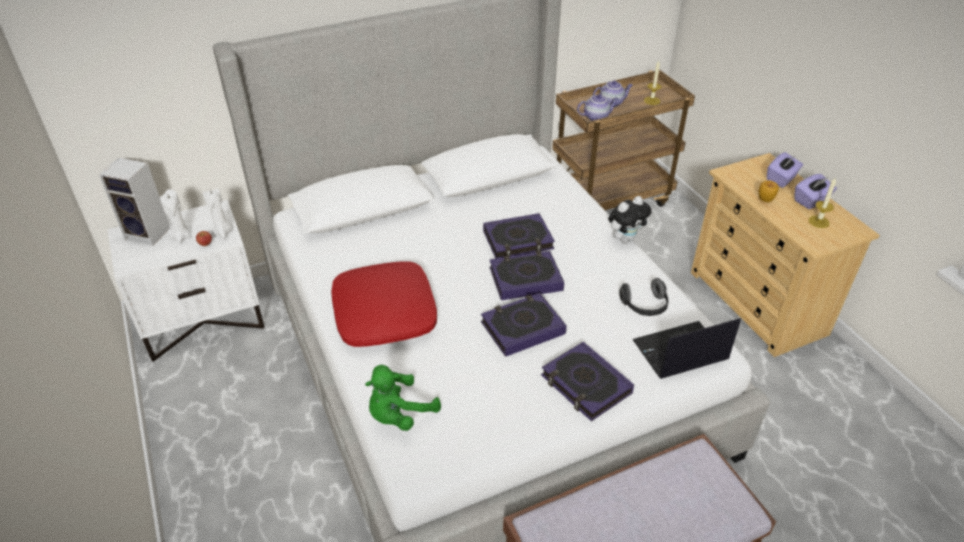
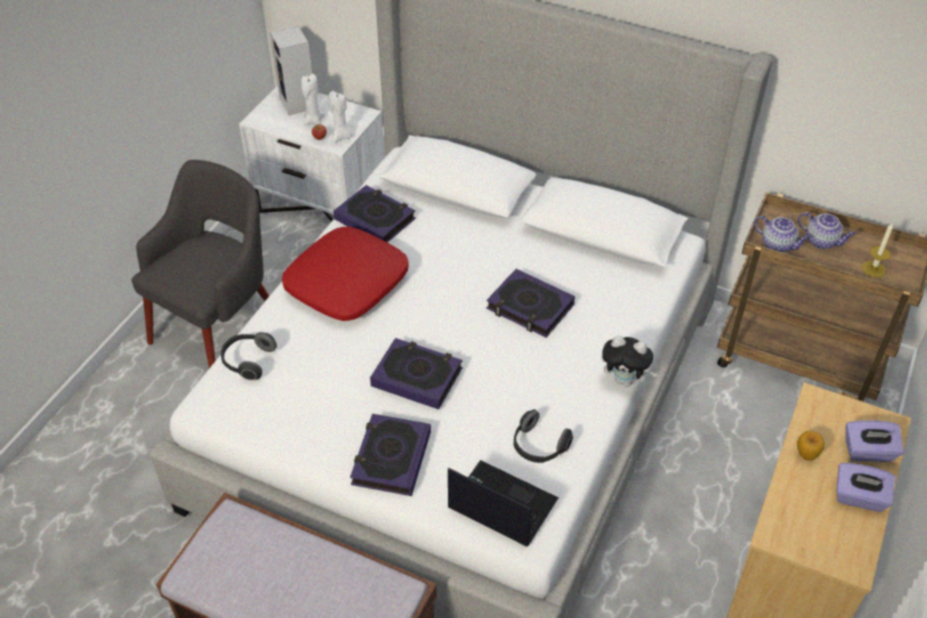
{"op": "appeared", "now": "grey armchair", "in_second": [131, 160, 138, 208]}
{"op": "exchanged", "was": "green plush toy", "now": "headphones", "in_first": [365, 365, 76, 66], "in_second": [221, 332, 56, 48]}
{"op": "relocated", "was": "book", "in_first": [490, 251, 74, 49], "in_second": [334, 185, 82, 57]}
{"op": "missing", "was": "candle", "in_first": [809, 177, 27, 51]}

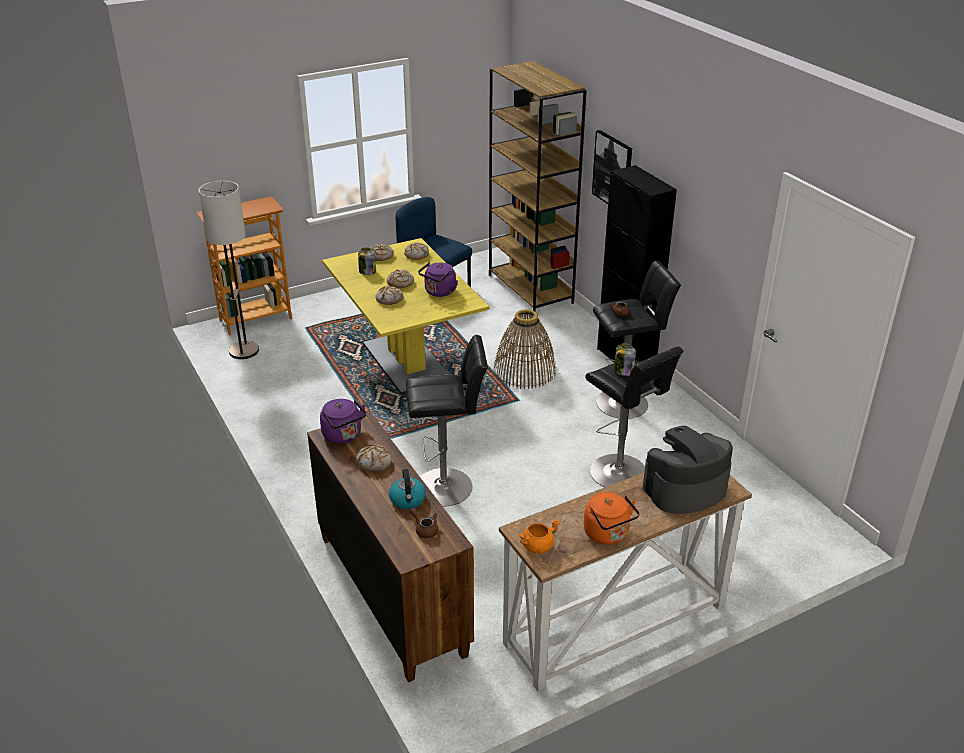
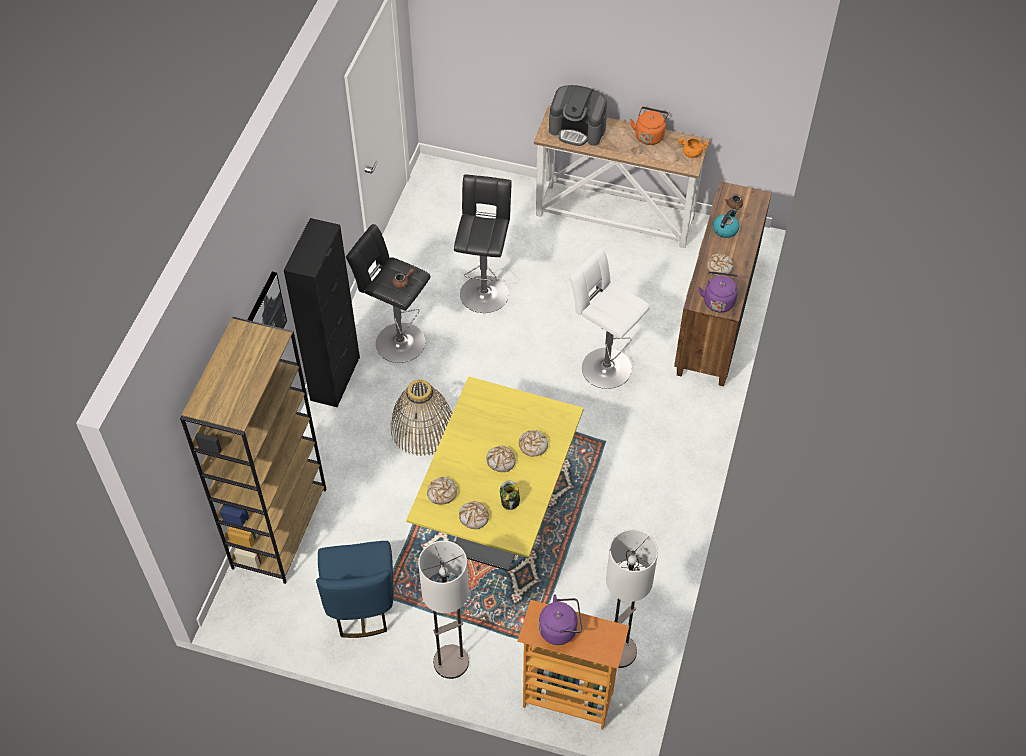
{"op": "appeared", "now": "floor lamp", "in_second": [418, 540, 51, 139]}
{"op": "relocated", "was": "purple kettle", "in_first": [418, 262, 40, 35], "in_second": [539, 594, 43, 51]}
{"op": "colour", "was": "black stool", "now": "white stool", "in_first": [406, 335, 82, 172], "in_second": [569, 248, 81, 141]}
{"op": "missing", "was": "jar", "in_first": [614, 343, 22, 33]}

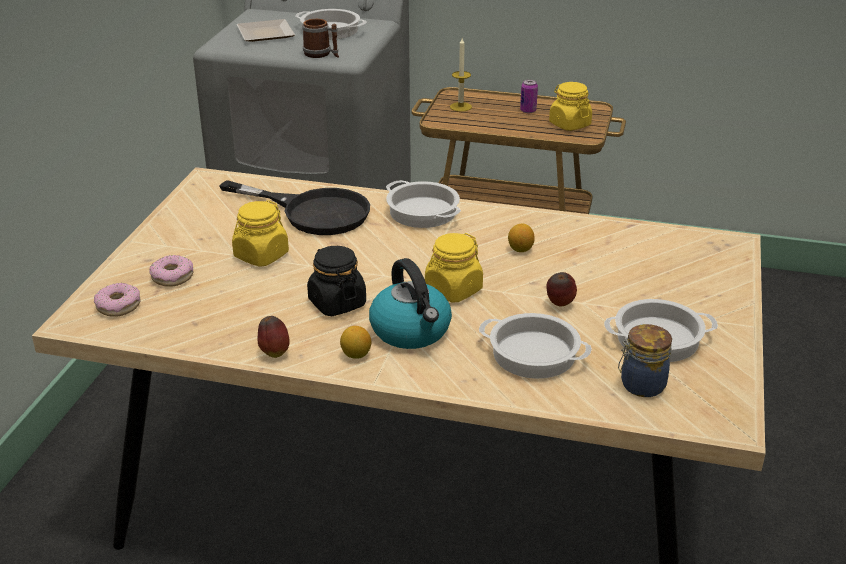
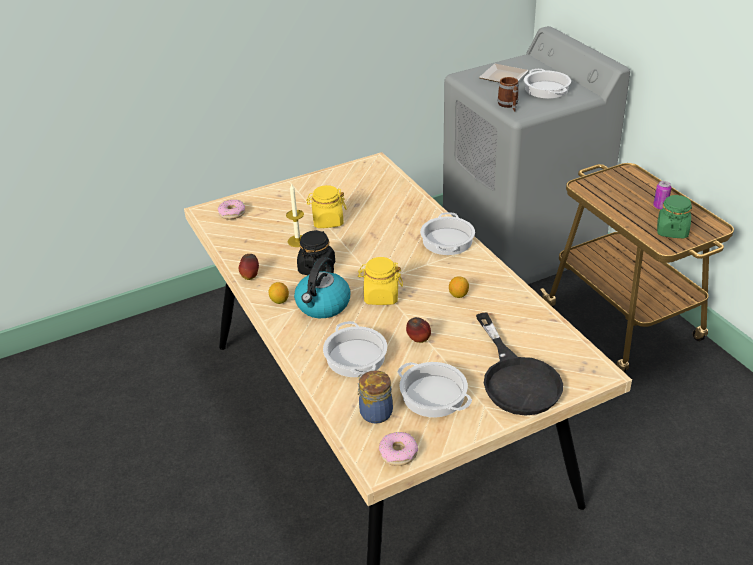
{"op": "relocated", "was": "candle", "in_first": [450, 38, 22, 74], "in_second": [286, 183, 18, 64]}
{"op": "relocated", "was": "donut", "in_first": [149, 255, 44, 32], "in_second": [379, 432, 39, 34]}
{"op": "relocated", "was": "black frying pan", "in_first": [219, 180, 151, 55], "in_second": [476, 312, 87, 104]}
{"op": "colour", "was": "yellow jar", "now": "green jar", "in_first": [549, 82, 43, 49], "in_second": [657, 195, 35, 43]}

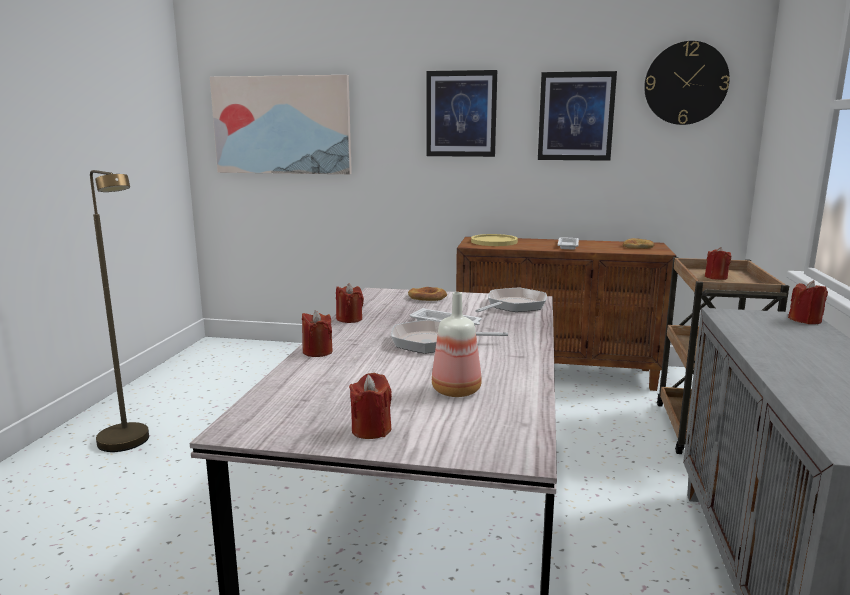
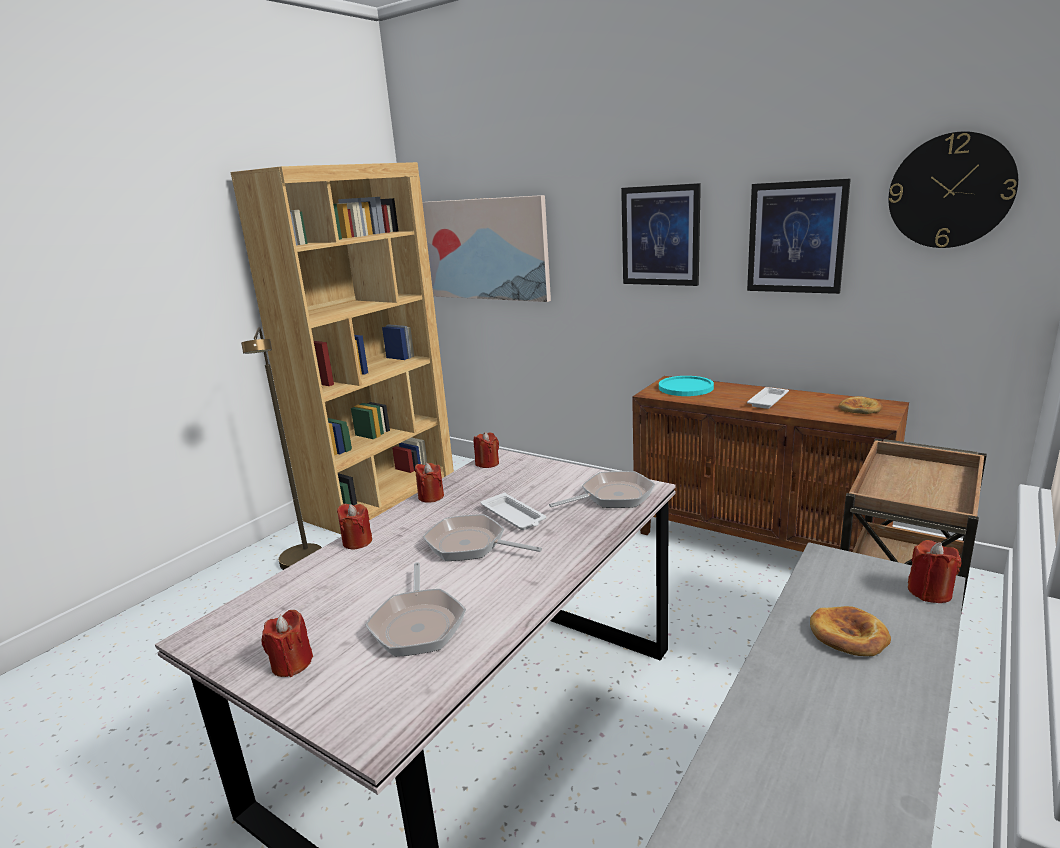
{"op": "appeared", "now": "brown bookcase", "in_second": [230, 162, 224, 372]}
{"op": "exchanged", "was": "bottle", "now": "frying pan", "in_first": [432, 292, 50, 105], "in_second": [365, 562, 101, 95]}
{"op": "relocated", "was": "red candle", "in_first": [705, 247, 26, 33], "in_second": [474, 432, 25, 36]}
{"op": "colour", "was": "yellow plate", "now": "turquoise plate", "in_first": [471, 234, 47, 12], "in_second": [659, 376, 55, 20]}
{"op": "relocated", "was": "bread", "in_first": [408, 287, 39, 14], "in_second": [810, 606, 81, 50]}

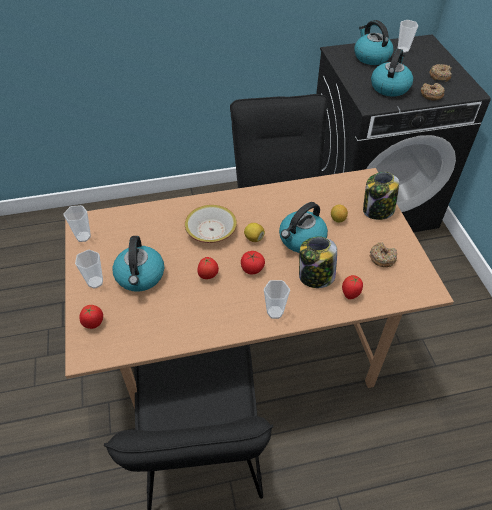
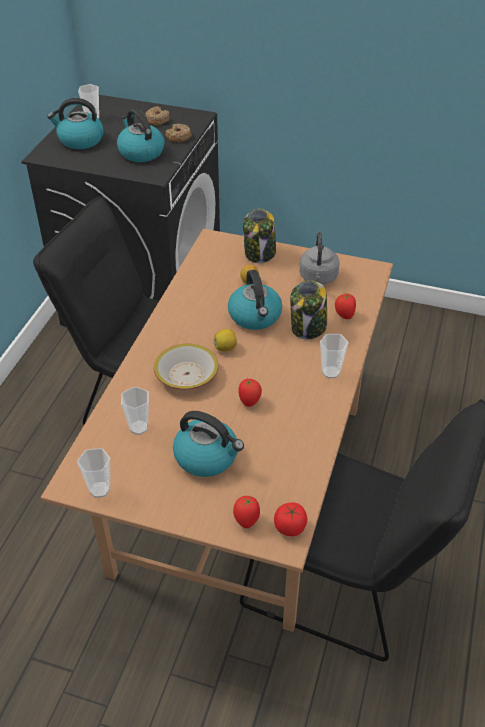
{"op": "relocated", "was": "cup", "in_first": [75, 250, 28, 39], "in_second": [121, 387, 28, 48]}
{"op": "relocated", "was": "tomato", "in_first": [241, 251, 24, 24], "in_second": [274, 502, 33, 34]}
{"op": "exchanged", "was": "donut", "now": "grey kettle", "in_first": [369, 242, 28, 25], "in_second": [299, 232, 41, 52]}

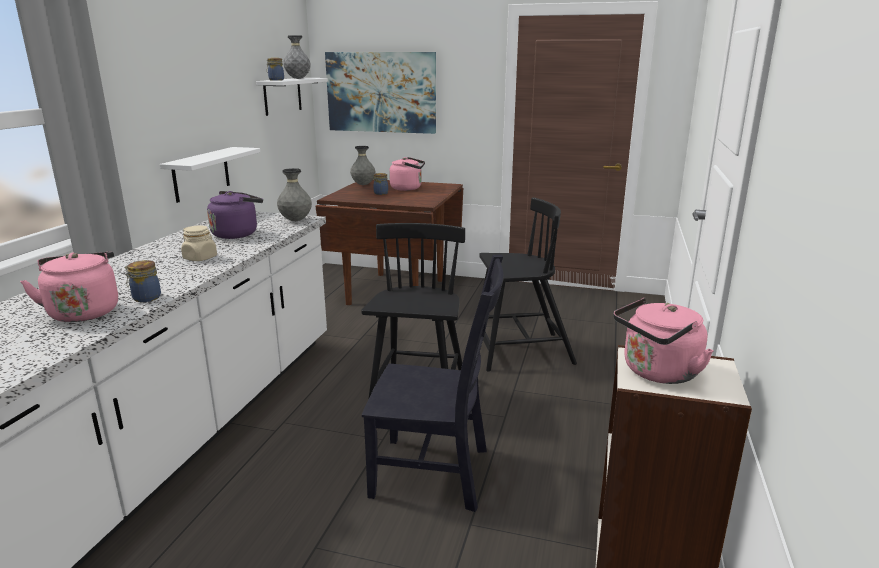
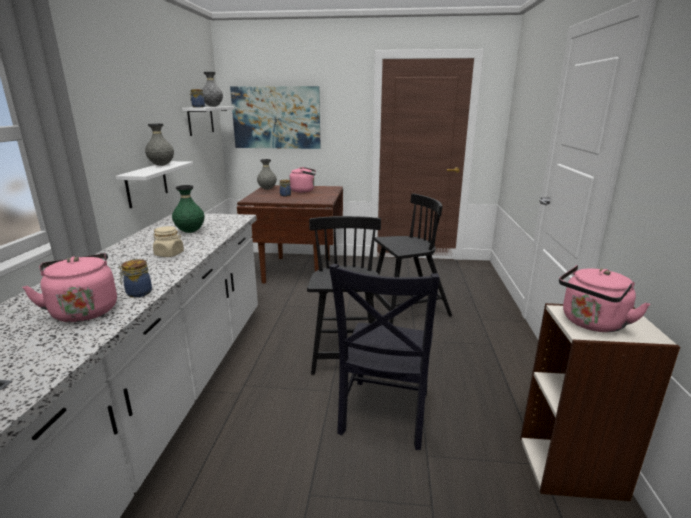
{"op": "relocated", "was": "grey vase", "in_first": [277, 168, 35, 53], "in_second": [145, 123, 29, 43]}
{"op": "exchanged", "was": "purple kettle", "now": "green vase", "in_first": [207, 191, 56, 48], "in_second": [172, 185, 33, 48]}
{"op": "spun", "was": "black chair", "in_first": [362, 255, 142, 257], "in_second": [329, 264, 110, 186], "clockwise": 105}

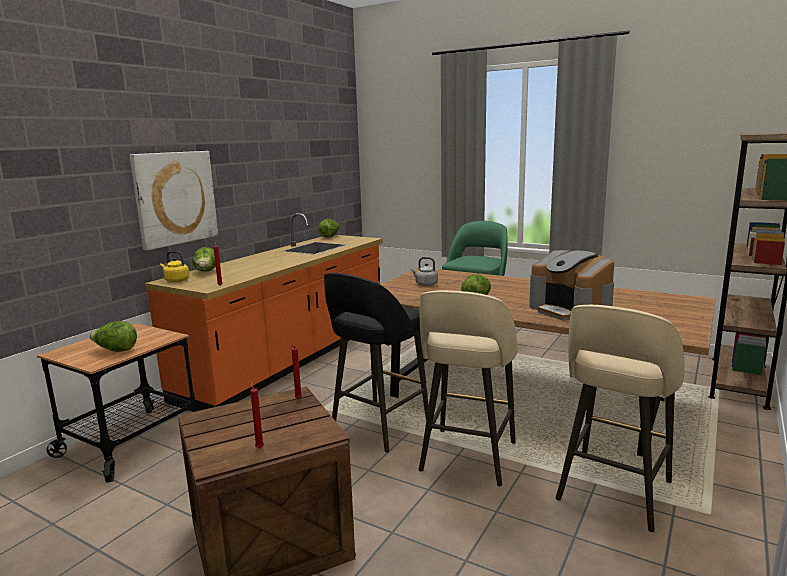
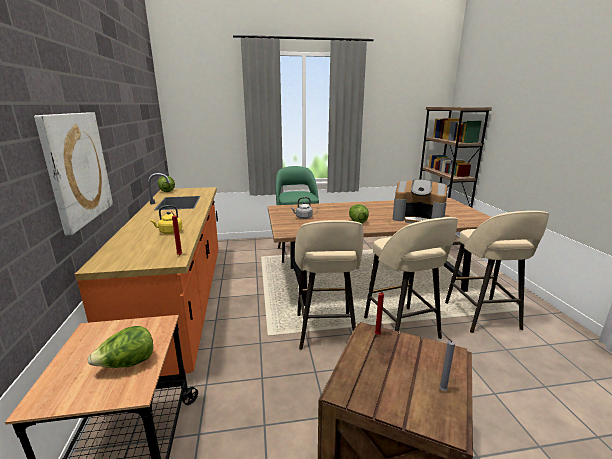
{"op": "relocated", "was": "yellow kettle", "in_first": [160, 251, 29, 31], "in_second": [150, 205, 33, 29]}
{"op": "colour", "was": "black stool", "now": "beige stool", "in_first": [324, 273, 105, 179], "in_second": [295, 220, 69, 130]}
{"op": "colour", "was": "red candle", "now": "grey candle", "in_first": [250, 381, 14, 67], "in_second": [439, 336, 16, 55]}
{"op": "missing", "was": "lettuce", "in_first": [192, 247, 24, 25]}

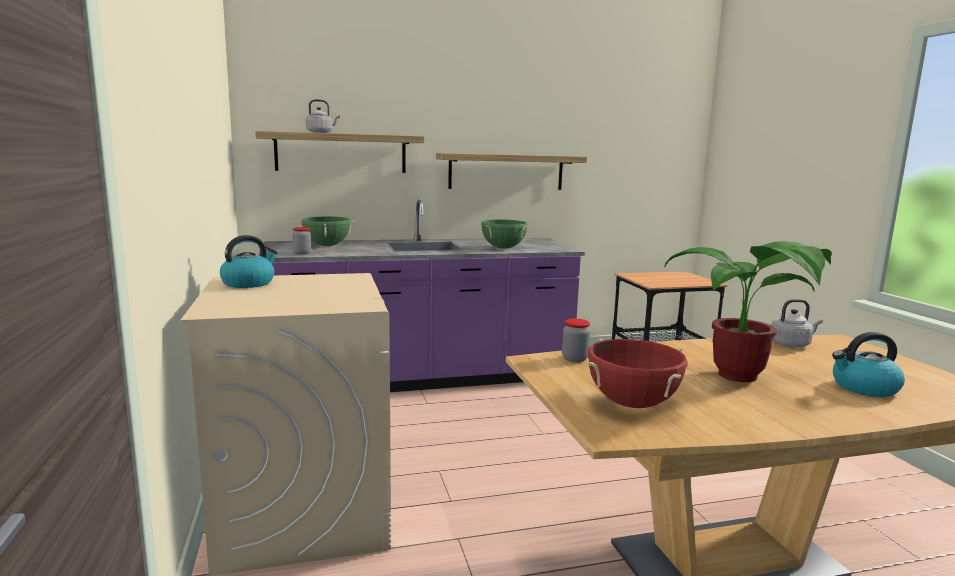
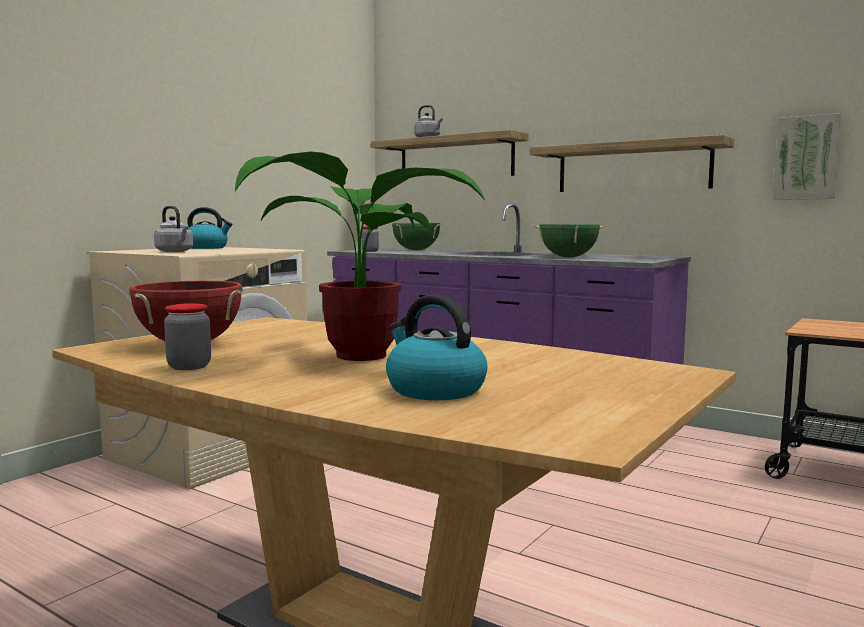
{"op": "relocated", "was": "grey kettle", "in_first": [771, 299, 52, 48], "in_second": [154, 206, 39, 46]}
{"op": "relocated", "was": "jar", "in_first": [562, 318, 29, 44], "in_second": [164, 303, 47, 67]}
{"op": "appeared", "now": "picture", "in_second": [773, 113, 69, 87]}

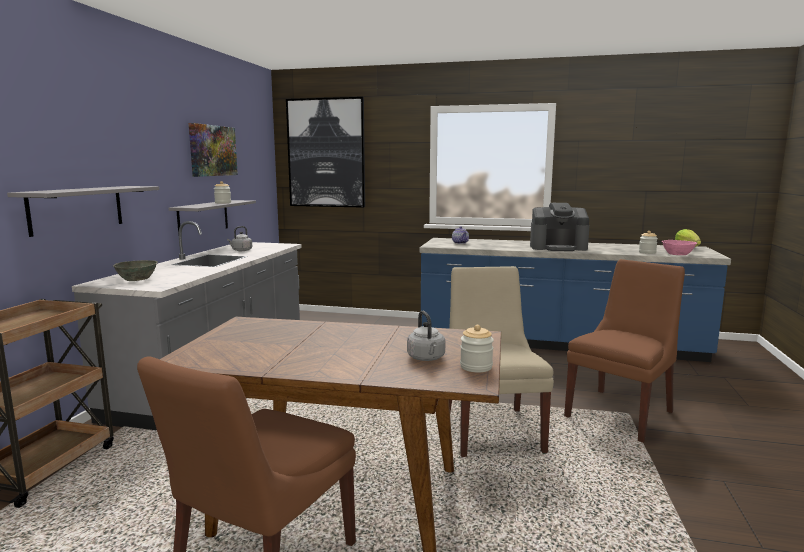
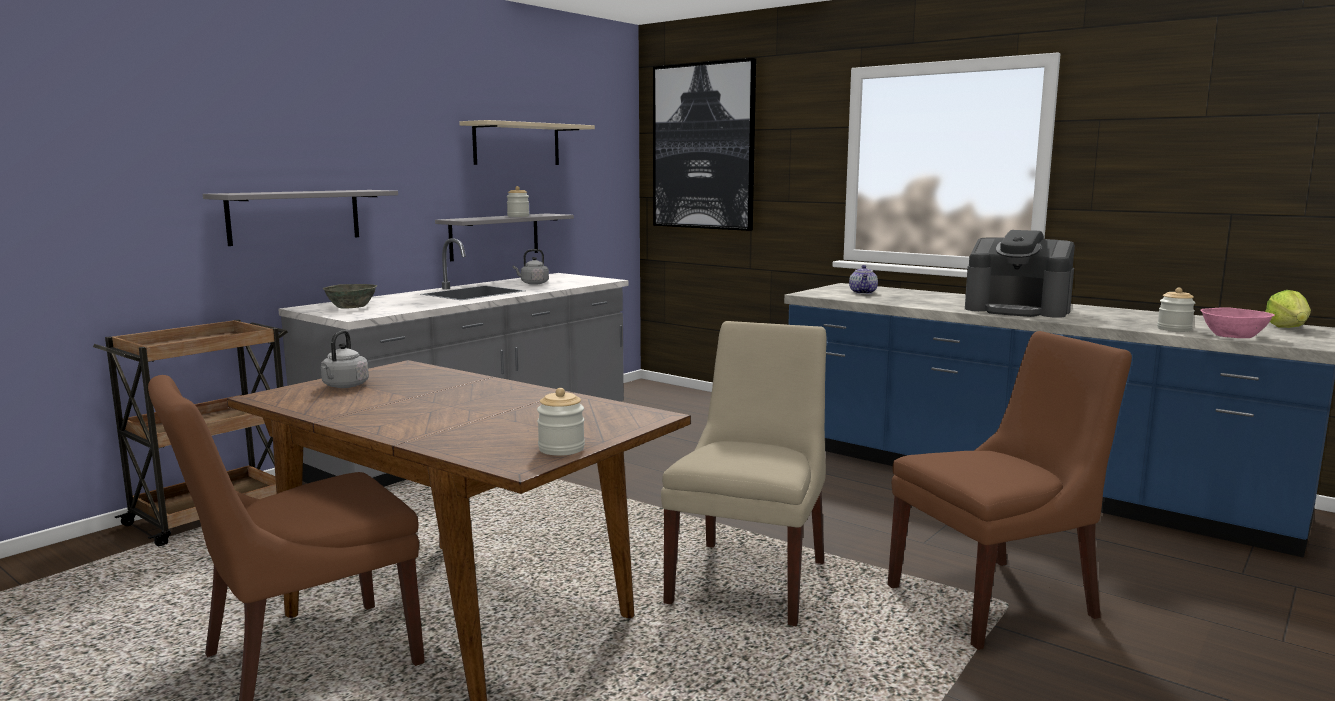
{"op": "relocated", "was": "grey kettle", "in_first": [407, 311, 38, 50], "in_second": [321, 330, 48, 58]}
{"op": "exchanged", "was": "picture", "now": "beige shelf", "in_first": [188, 123, 50, 54], "in_second": [459, 120, 136, 45]}

